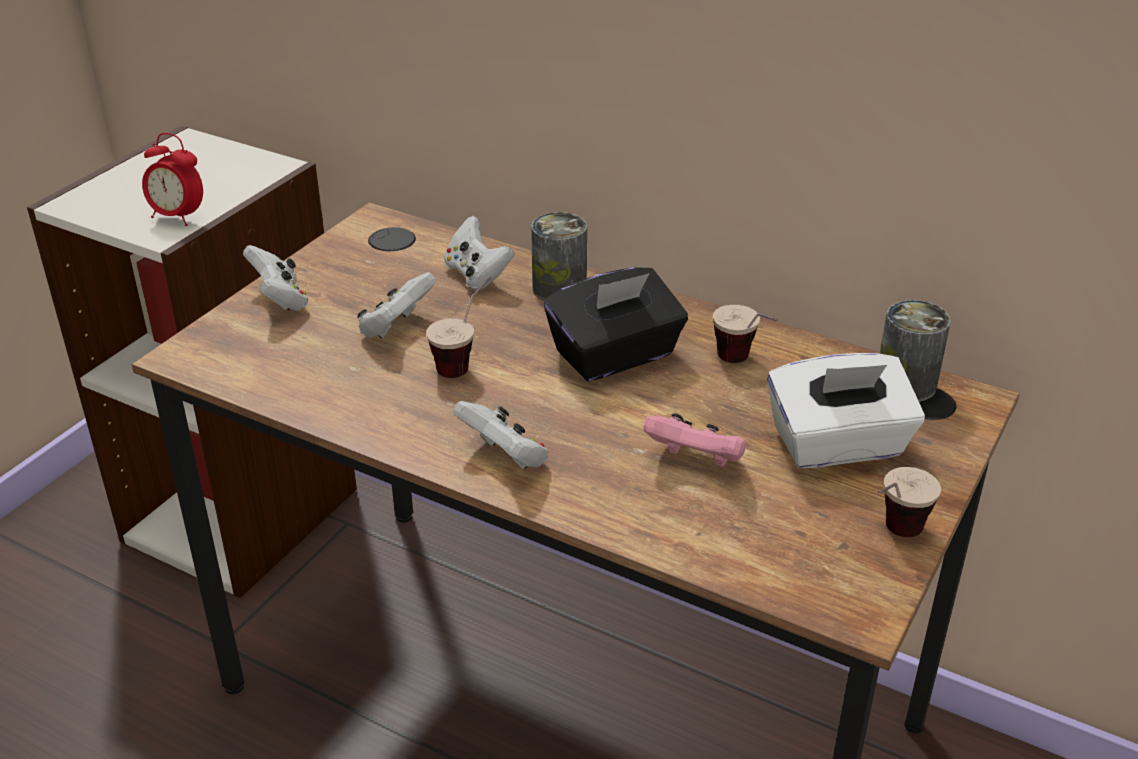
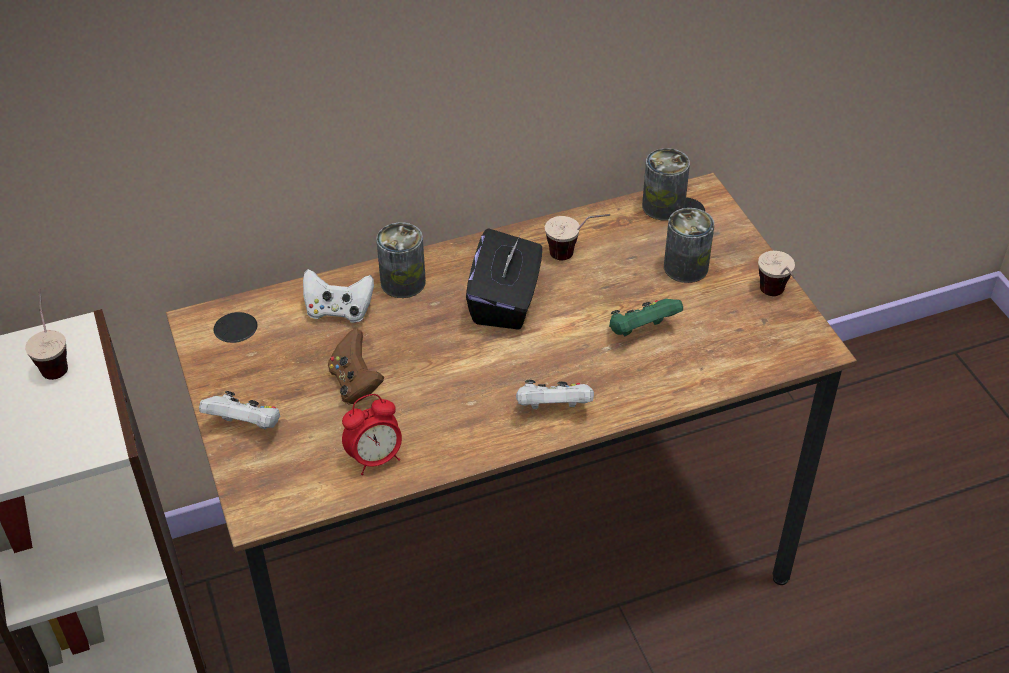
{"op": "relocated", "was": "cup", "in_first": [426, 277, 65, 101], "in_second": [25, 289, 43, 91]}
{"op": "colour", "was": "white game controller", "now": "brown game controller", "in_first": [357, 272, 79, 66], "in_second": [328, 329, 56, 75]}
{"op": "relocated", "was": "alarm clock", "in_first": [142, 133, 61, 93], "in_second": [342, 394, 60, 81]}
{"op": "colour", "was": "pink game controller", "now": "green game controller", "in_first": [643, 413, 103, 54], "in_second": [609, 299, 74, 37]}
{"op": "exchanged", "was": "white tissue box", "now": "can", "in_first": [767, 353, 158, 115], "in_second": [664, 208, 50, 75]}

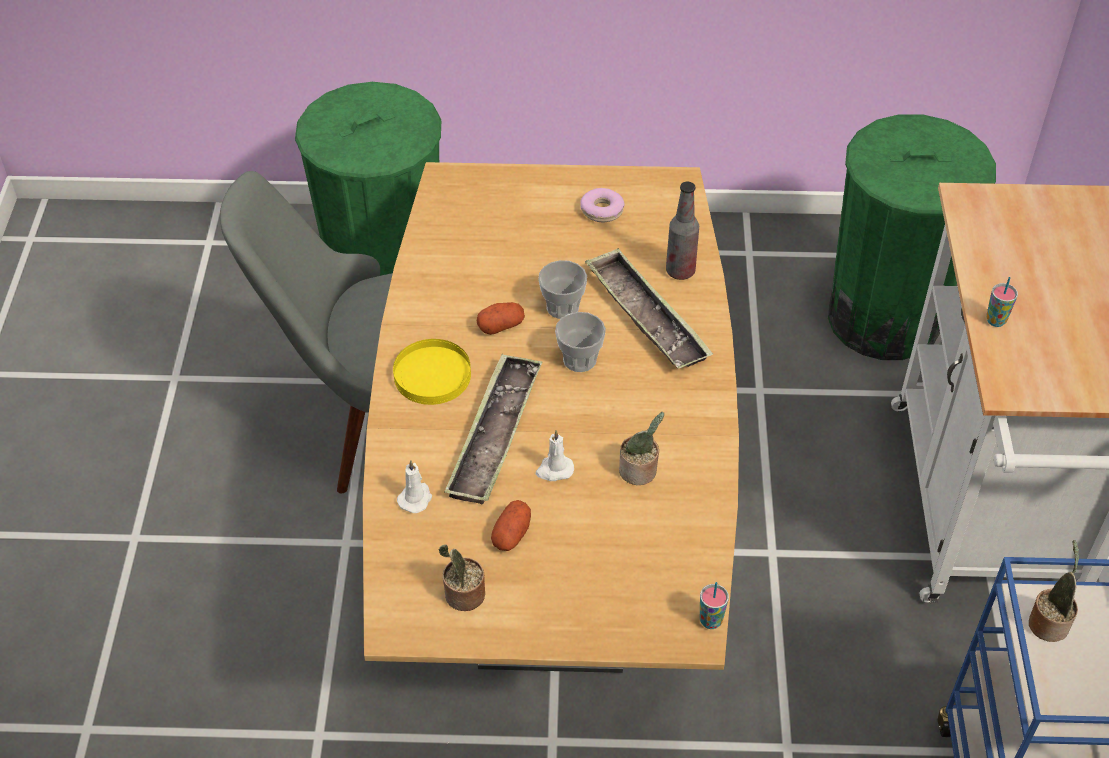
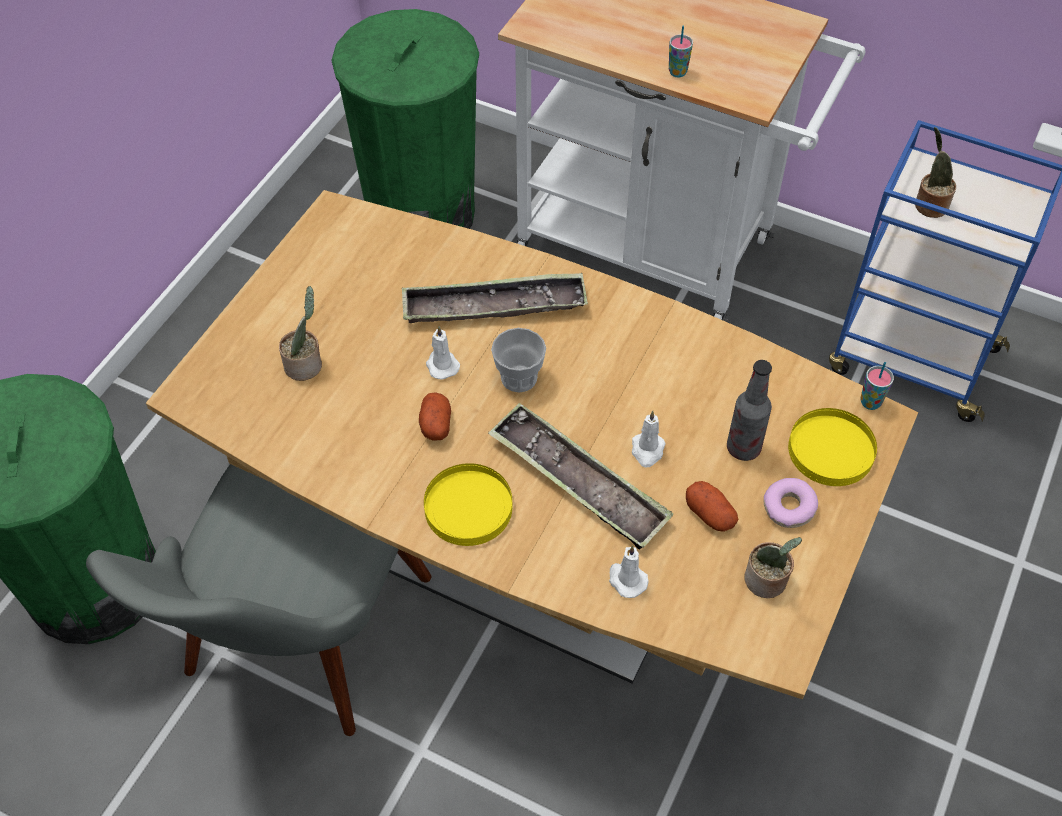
{"op": "relocated", "was": "potted plant", "in_first": [619, 412, 45, 73], "in_second": [279, 286, 43, 95]}
{"op": "exchanged", "was": "cup", "now": "white candle", "in_first": [538, 260, 49, 59], "in_second": [426, 326, 34, 54]}
{"op": "relocated", "was": "bottle", "in_first": [666, 182, 33, 98], "in_second": [727, 360, 45, 101]}
{"op": "relocated", "was": "donut", "in_first": [580, 188, 45, 34], "in_second": [764, 478, 54, 50]}
{"op": "appeared", "now": "yellow plate", "in_second": [788, 408, 89, 78]}

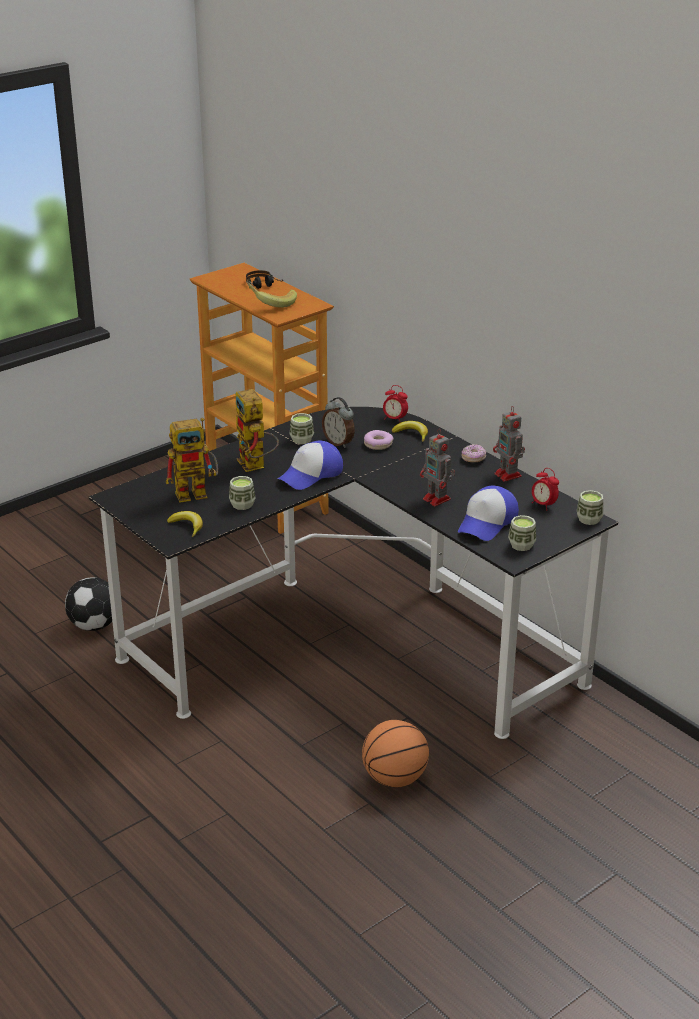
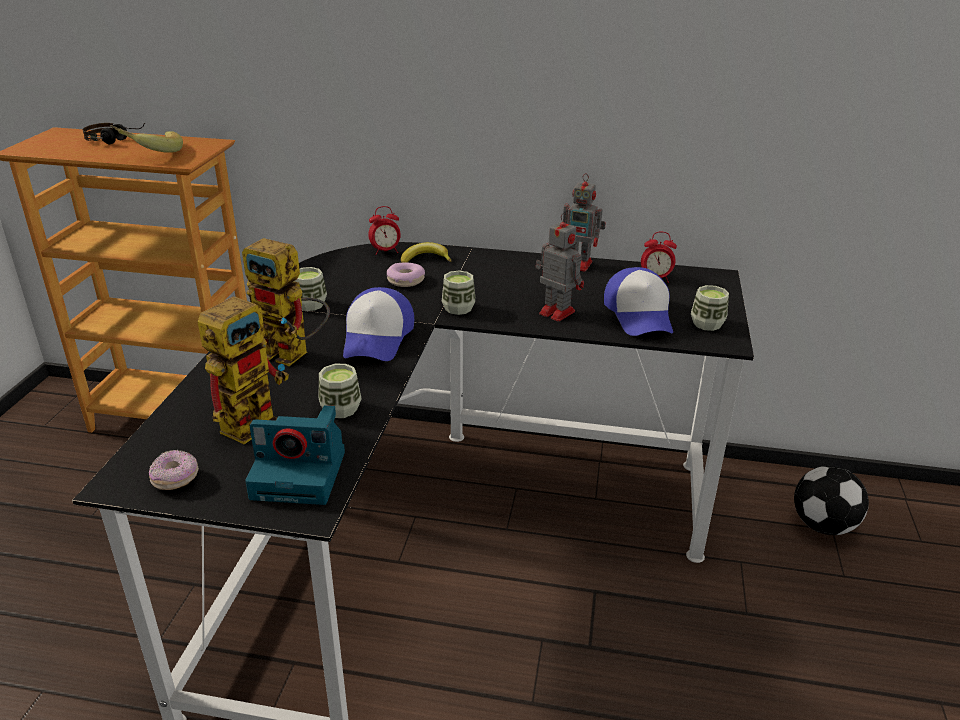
{"op": "relocated", "was": "donut", "in_first": [461, 444, 25, 18], "in_second": [149, 450, 50, 40]}
{"op": "exchanged", "was": "banana", "now": "photo camera", "in_first": [167, 511, 36, 26], "in_second": [245, 405, 100, 100]}
{"op": "relocated", "was": "cup", "in_first": [577, 490, 26, 35], "in_second": [442, 271, 33, 44]}
{"op": "spun", "was": "toy robot", "in_first": [420, 429, 35, 77], "in_second": [536, 213, 48, 109], "clockwise": -150}
{"op": "relocated", "was": "football", "in_first": [65, 577, 47, 54], "in_second": [794, 466, 75, 69]}
{"op": "missing", "was": "alarm clock", "in_first": [322, 397, 33, 51]}
{"op": "missing", "was": "basketball", "in_first": [362, 720, 67, 67]}

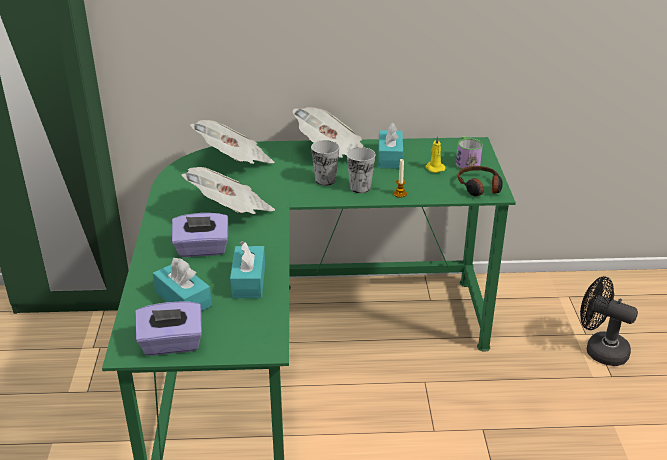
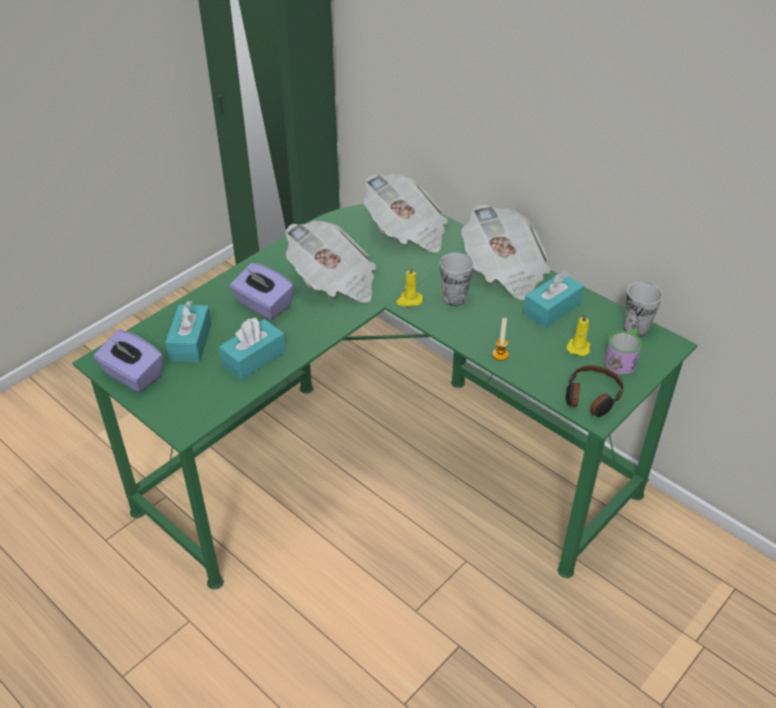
{"op": "appeared", "now": "yellow candle", "in_second": [396, 266, 27, 41]}
{"op": "relocated", "was": "cup", "in_first": [347, 147, 29, 46], "in_second": [624, 282, 39, 55]}
{"op": "missing", "was": "black fan", "in_first": [580, 276, 58, 90]}

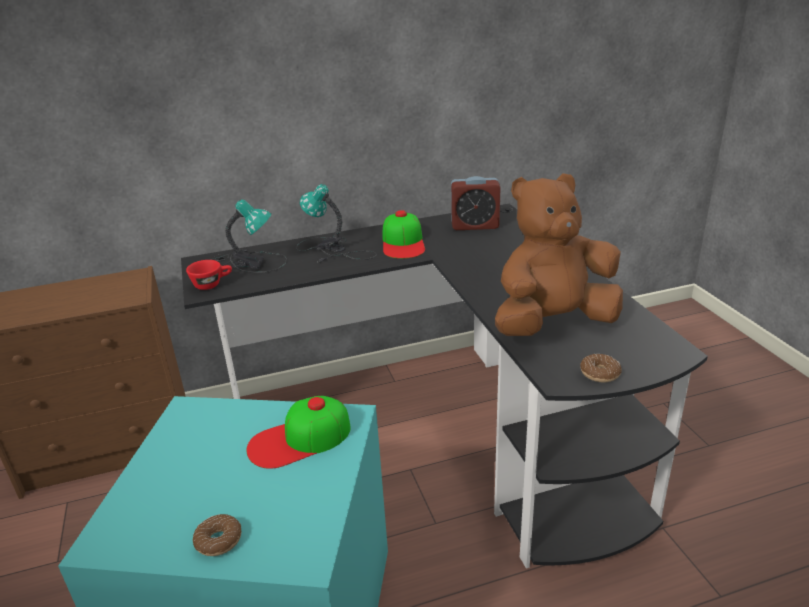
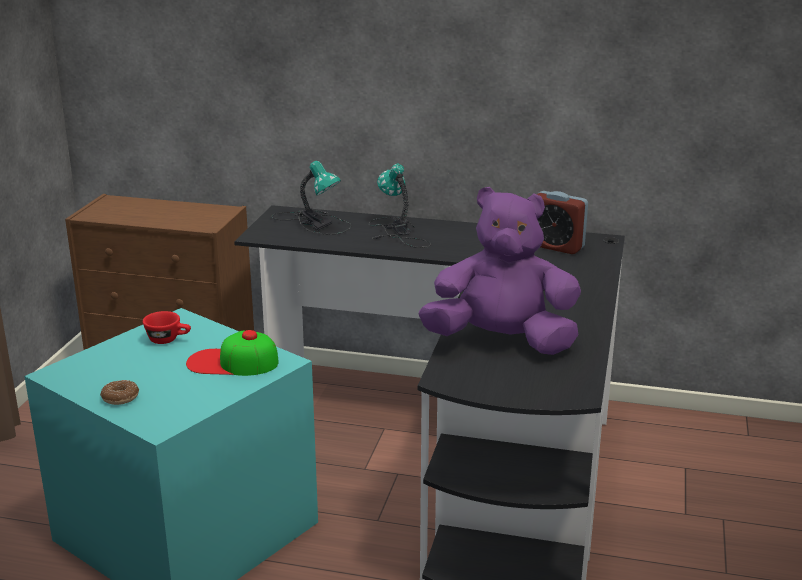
{"op": "relocated", "was": "red cup", "in_first": [186, 260, 46, 30], "in_second": [143, 311, 48, 33]}
{"op": "colour", "was": "brown plush toy", "now": "purple plush toy", "in_first": [495, 173, 128, 163], "in_second": [419, 187, 162, 168]}
{"op": "missing", "was": "cap", "in_first": [383, 210, 42, 49]}
{"op": "missing", "was": "donut", "in_first": [580, 354, 42, 28]}

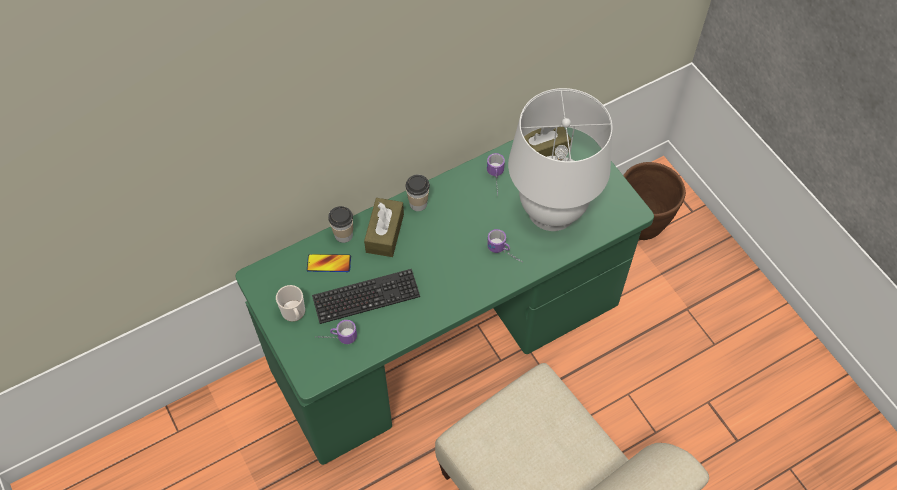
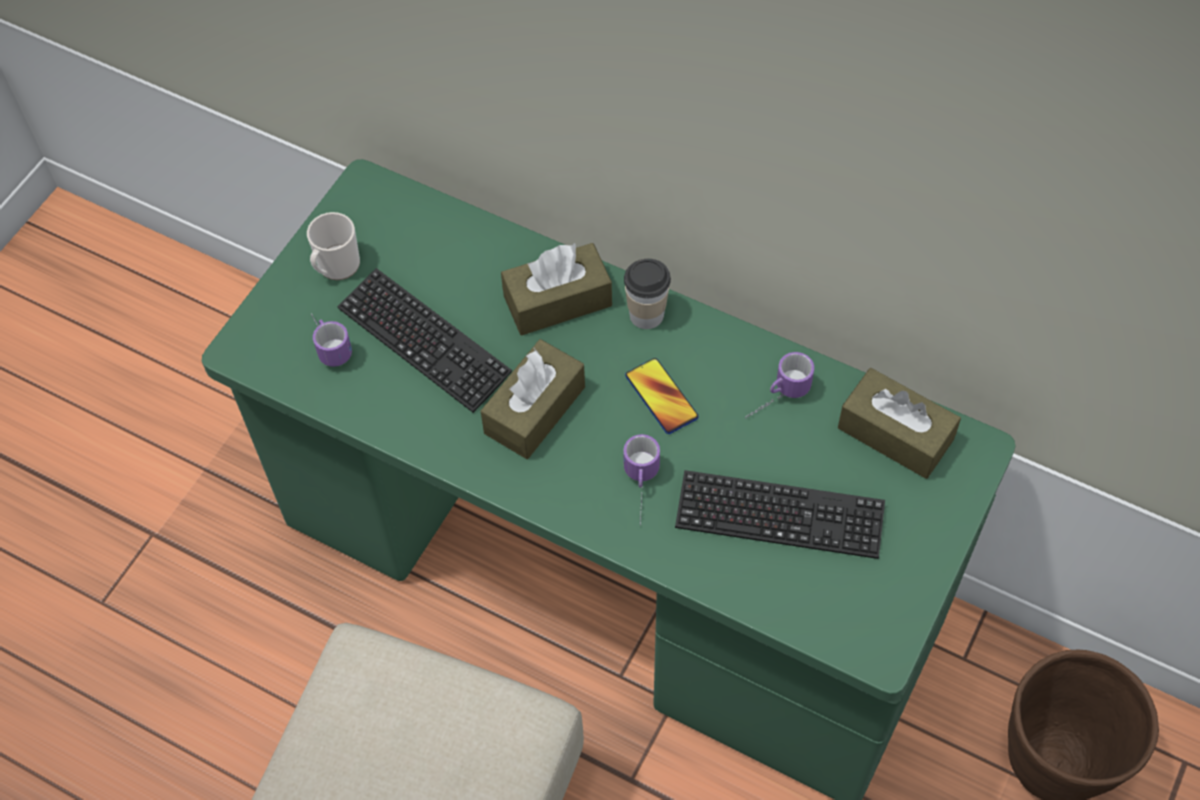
{"op": "appeared", "now": "brown tissue box", "in_second": [481, 339, 104, 120]}
{"op": "relocated", "was": "phone", "in_first": [307, 254, 44, 18], "in_second": [625, 358, 74, 76]}
{"op": "exchanged", "was": "white table lamp", "now": "keyboard", "in_first": [508, 88, 104, 143], "in_second": [675, 470, 210, 89]}
{"op": "missing", "was": "cup", "in_first": [328, 206, 25, 37]}

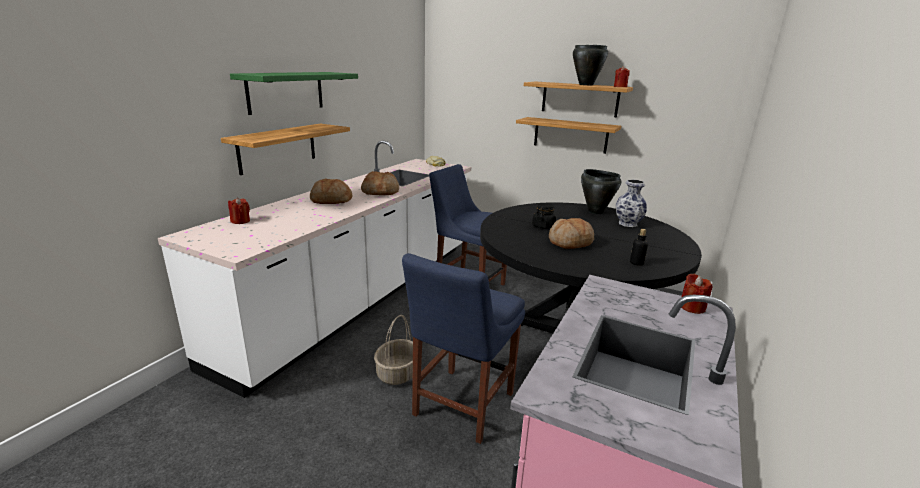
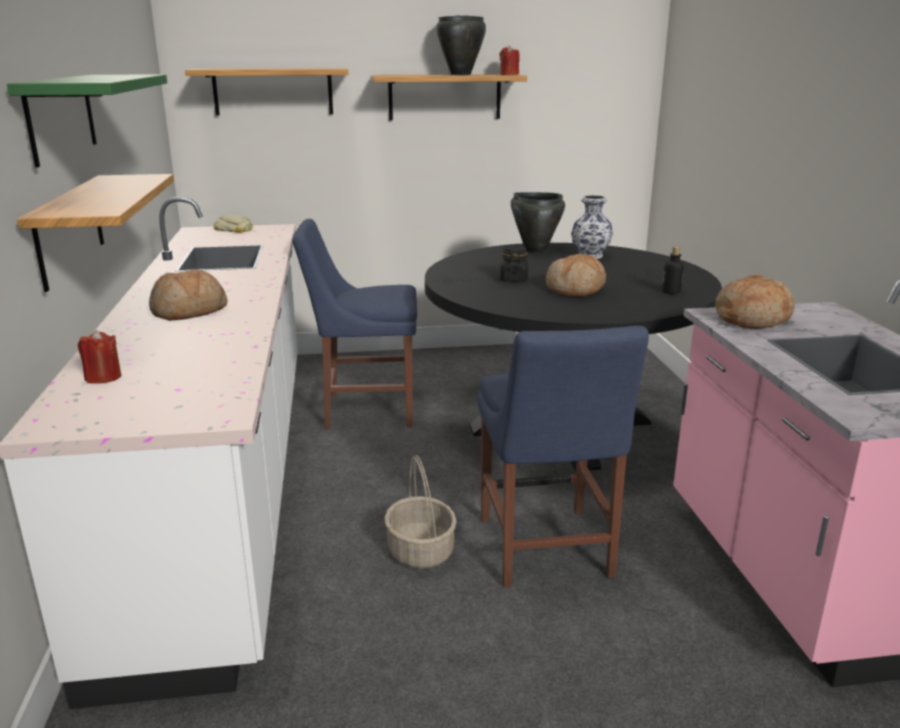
{"op": "relocated", "was": "shelf", "in_first": [516, 117, 105, 37], "in_second": [185, 68, 164, 48]}
{"op": "relocated", "was": "bread", "in_first": [361, 171, 38, 24], "in_second": [715, 274, 79, 55]}
{"op": "missing", "was": "red candle", "in_first": [681, 274, 31, 40]}

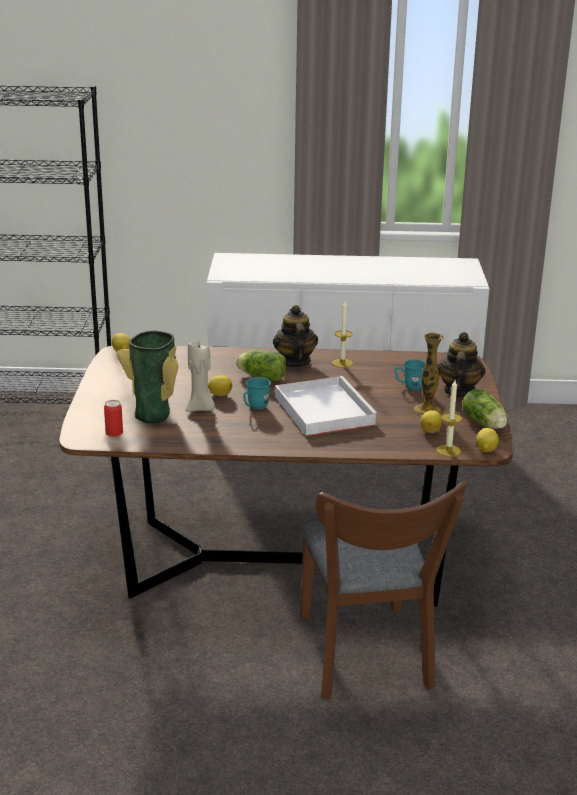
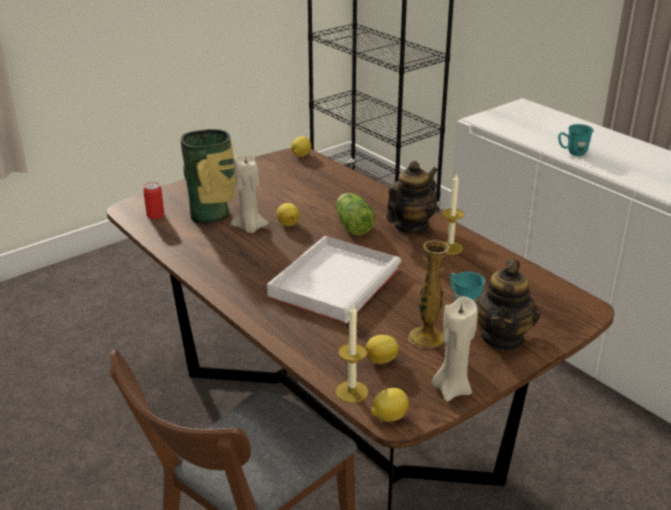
{"op": "exchanged", "was": "lettuce", "now": "beige candle", "in_first": [462, 389, 45, 40], "in_second": [432, 296, 46, 106]}
{"op": "spun", "was": "teapot", "in_first": [438, 332, 48, 65], "in_second": [474, 258, 66, 93], "clockwise": 135}
{"op": "relocated", "was": "turquoise mug", "in_first": [243, 377, 28, 33], "in_second": [558, 124, 36, 32]}

